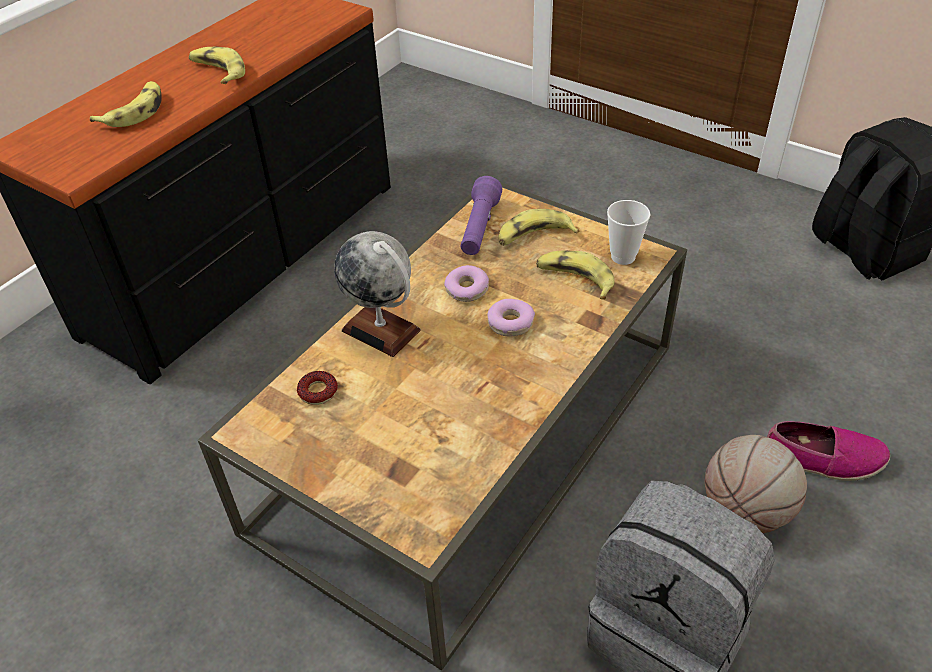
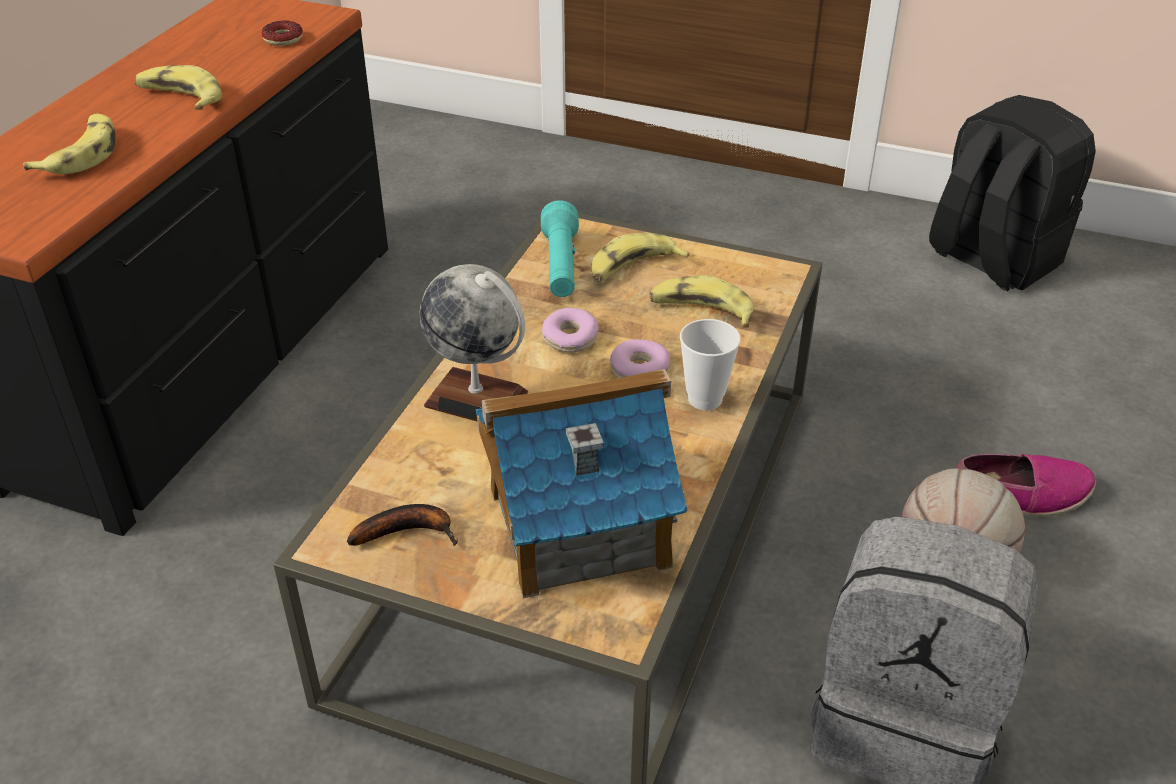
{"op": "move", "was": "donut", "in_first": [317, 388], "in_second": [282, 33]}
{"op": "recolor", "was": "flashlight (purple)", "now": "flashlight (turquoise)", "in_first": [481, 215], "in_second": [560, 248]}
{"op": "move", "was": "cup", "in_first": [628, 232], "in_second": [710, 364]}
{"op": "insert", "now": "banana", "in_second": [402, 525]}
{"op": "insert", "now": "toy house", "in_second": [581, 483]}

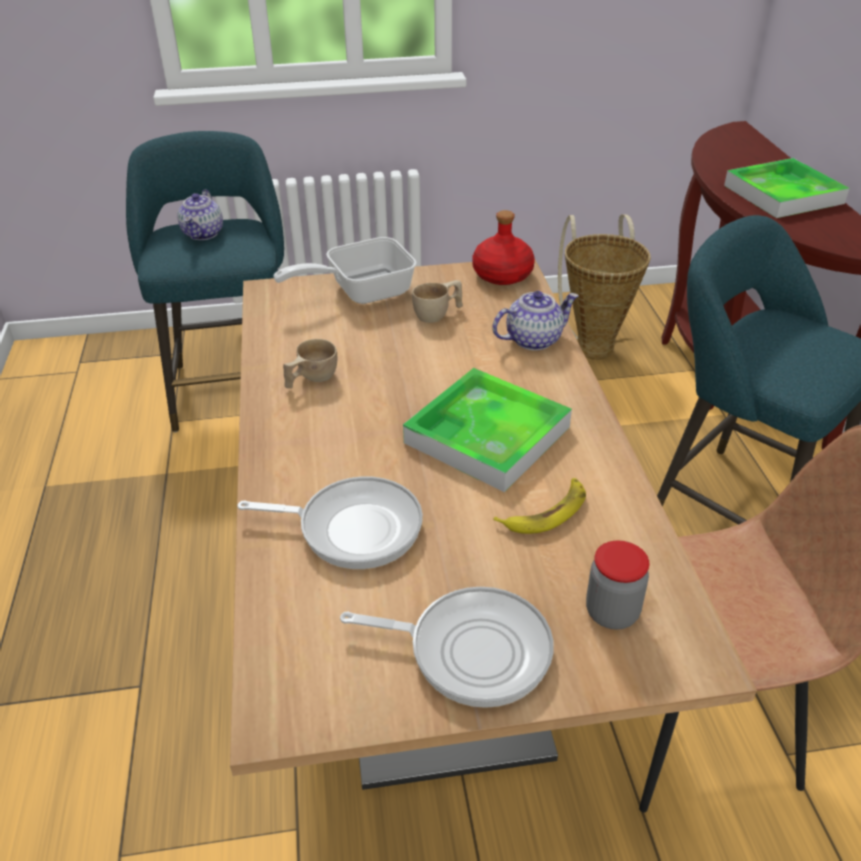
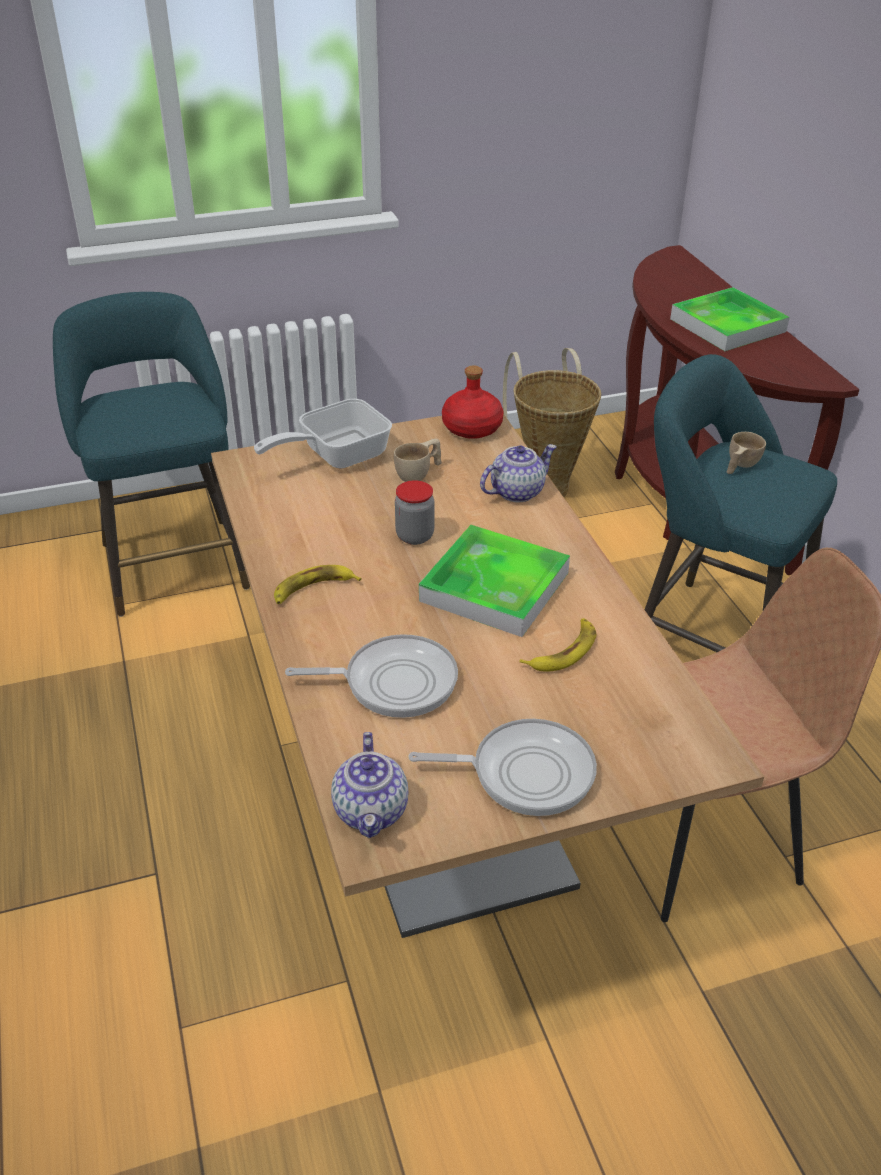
{"op": "move", "was": "teapot", "in_first": [200, 215], "in_second": [369, 785]}
{"op": "move", "was": "cup (beige)", "in_first": [310, 363], "in_second": [746, 453]}
{"op": "move", "was": "jar", "in_first": [618, 585], "in_second": [414, 512]}
{"op": "insert", "now": "banana", "in_second": [318, 584]}

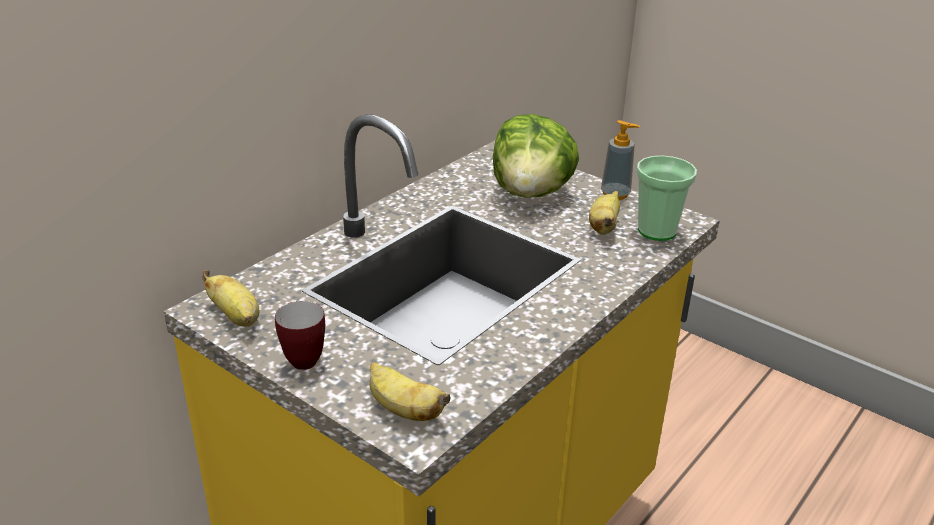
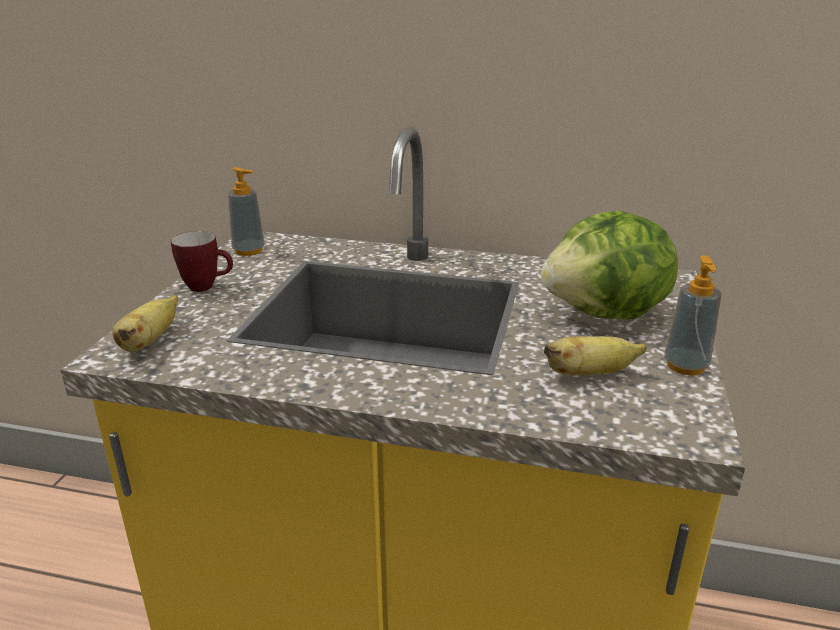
{"op": "replace", "was": "banana", "now": "soap dispenser", "in_first": [230, 298], "in_second": [246, 211]}
{"op": "delete", "was": "cup", "in_first": [666, 198]}

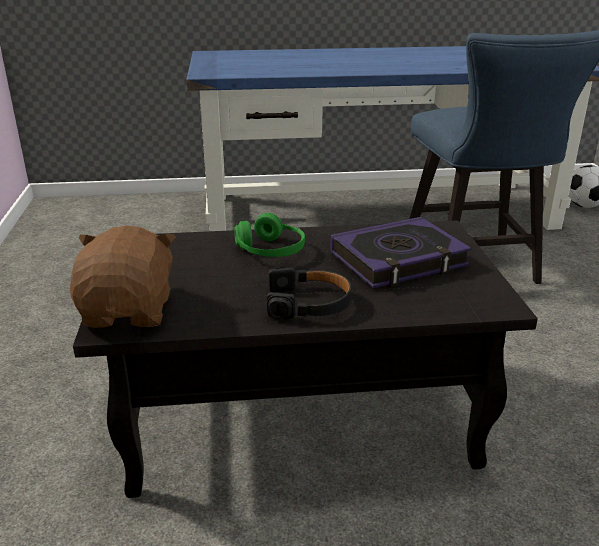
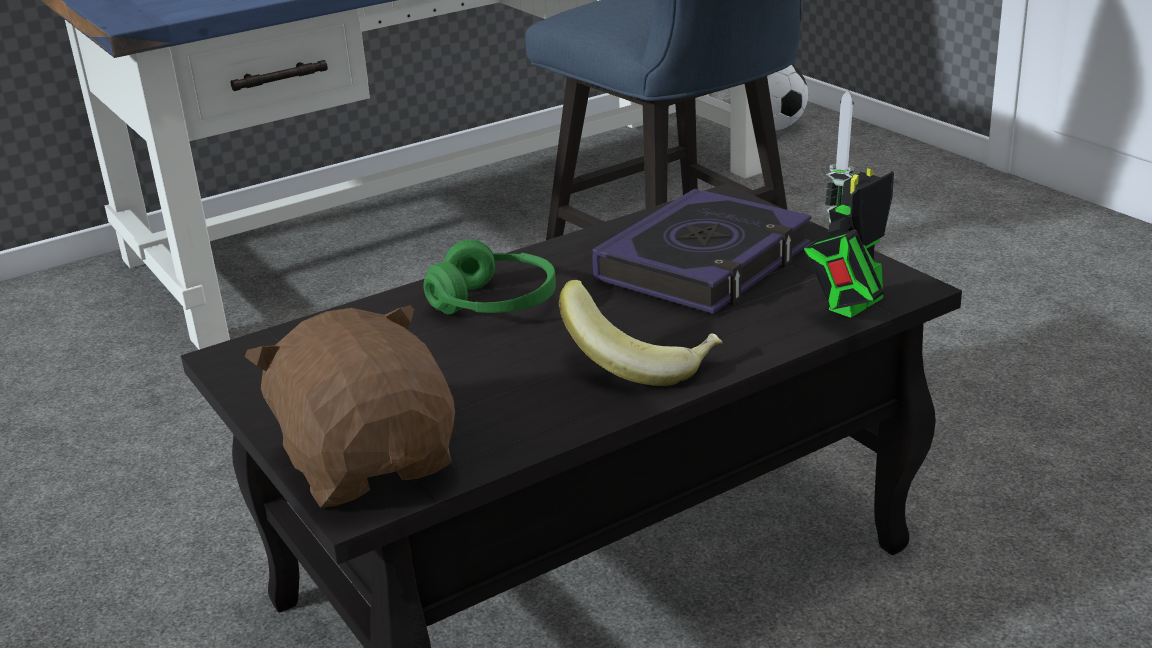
{"op": "replace", "was": "headphones (black)", "now": "banana", "in_first": [309, 293], "in_second": [640, 333]}
{"op": "insert", "now": "toy robot", "in_second": [849, 204]}

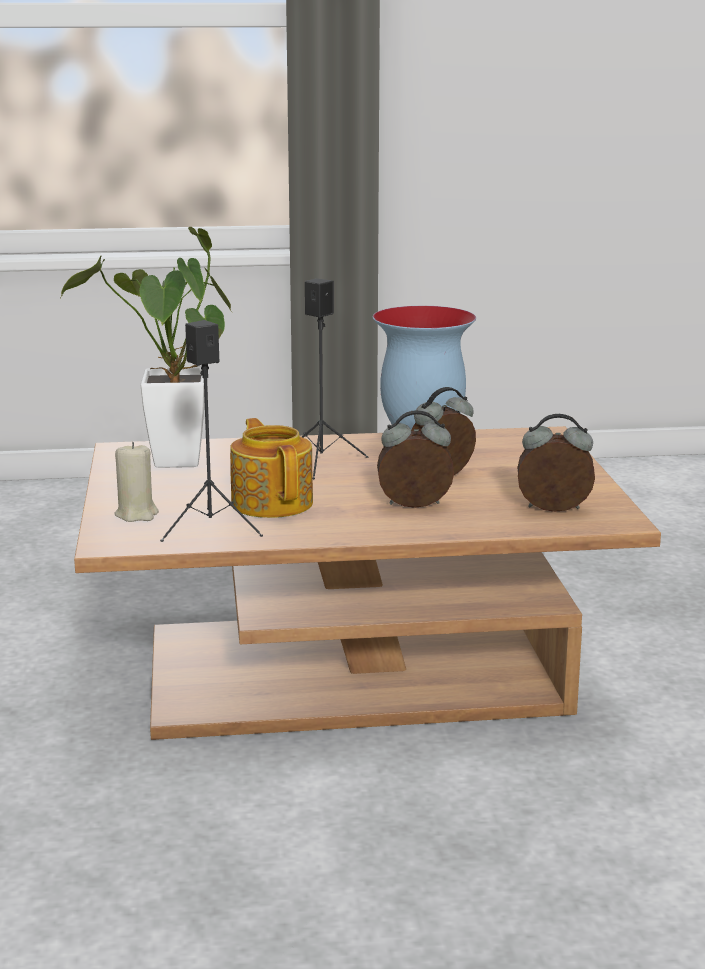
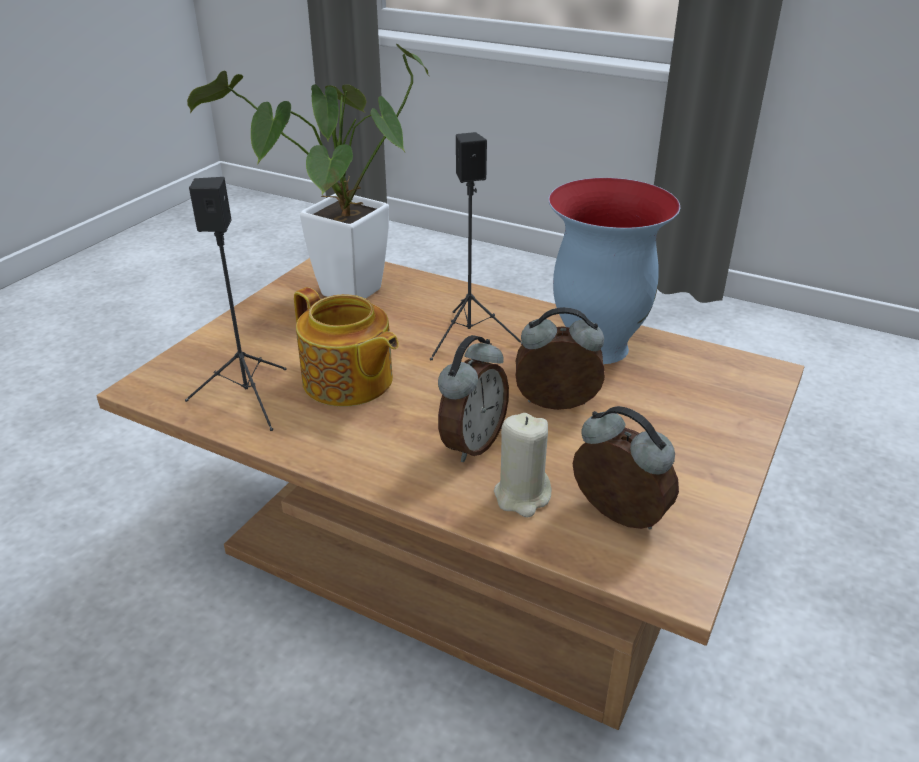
{"op": "move", "was": "candle (beige)", "in_first": [136, 482], "in_second": [522, 465]}
{"op": "rotate", "was": "teapot", "in_first": [271, 468], "in_second": [346, 346], "clockwise": 120}
{"op": "rotate", "was": "alarm clock", "in_first": [415, 459], "in_second": [473, 398], "clockwise": 90}

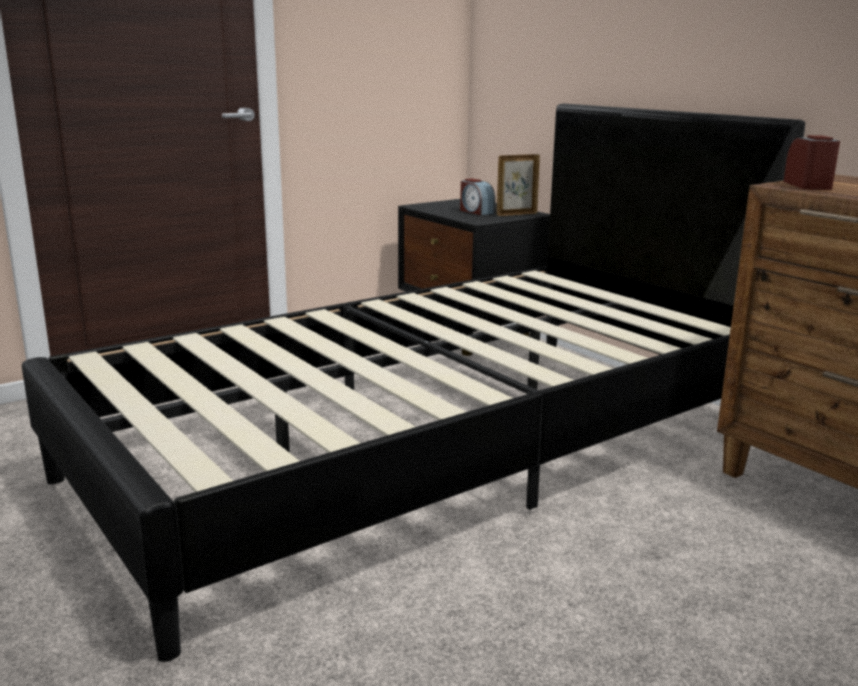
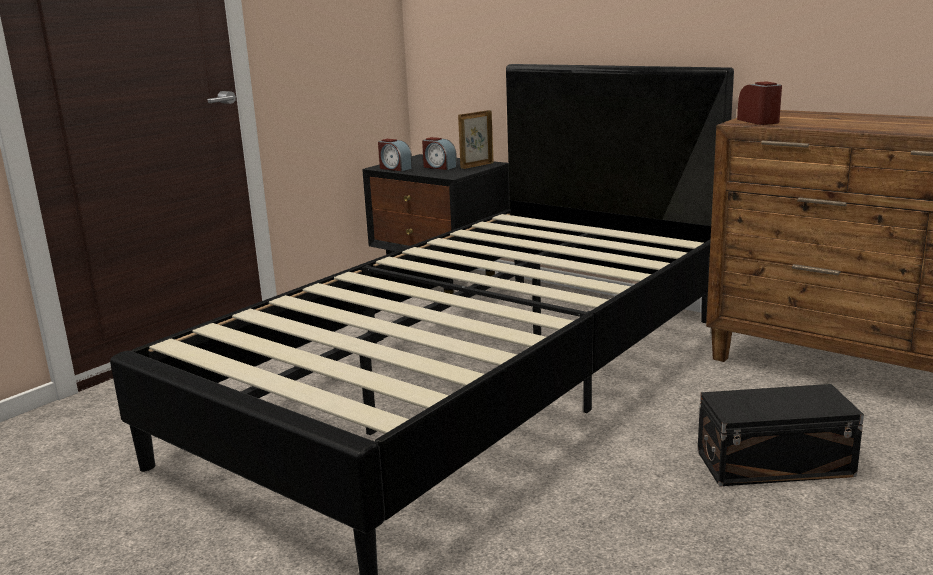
{"op": "insert", "now": "alarm clock", "in_second": [395, 155]}
{"op": "insert", "now": "storage box (black)", "in_second": [781, 435]}

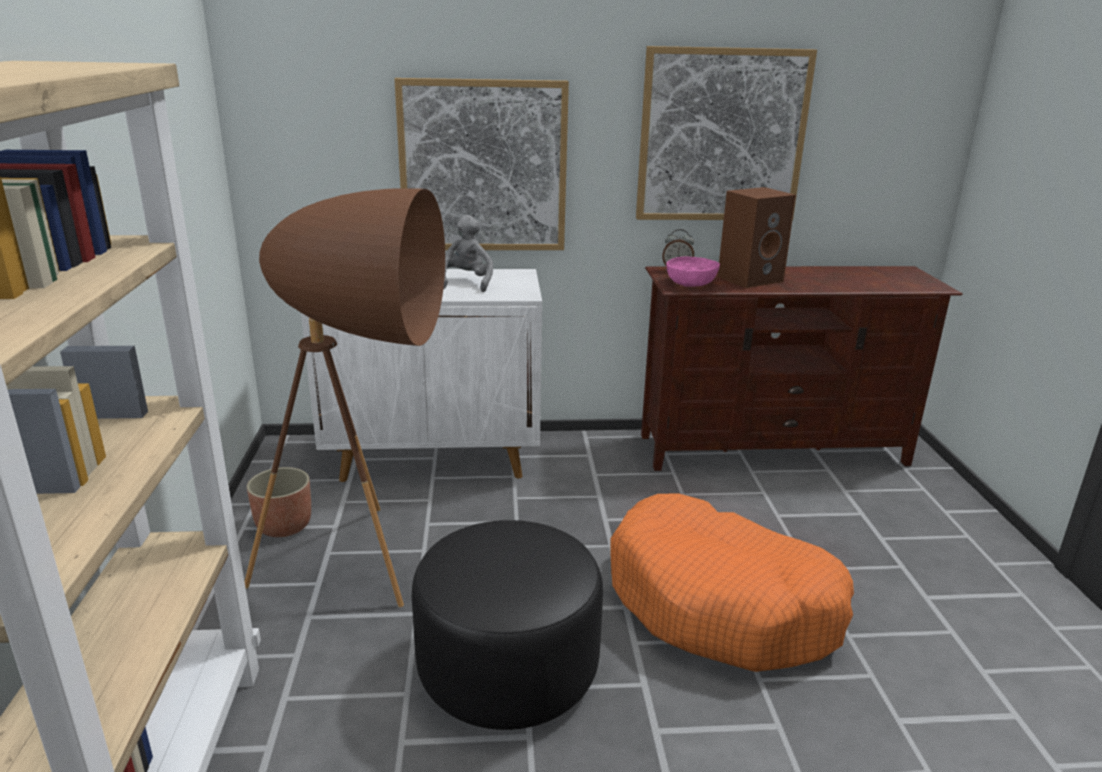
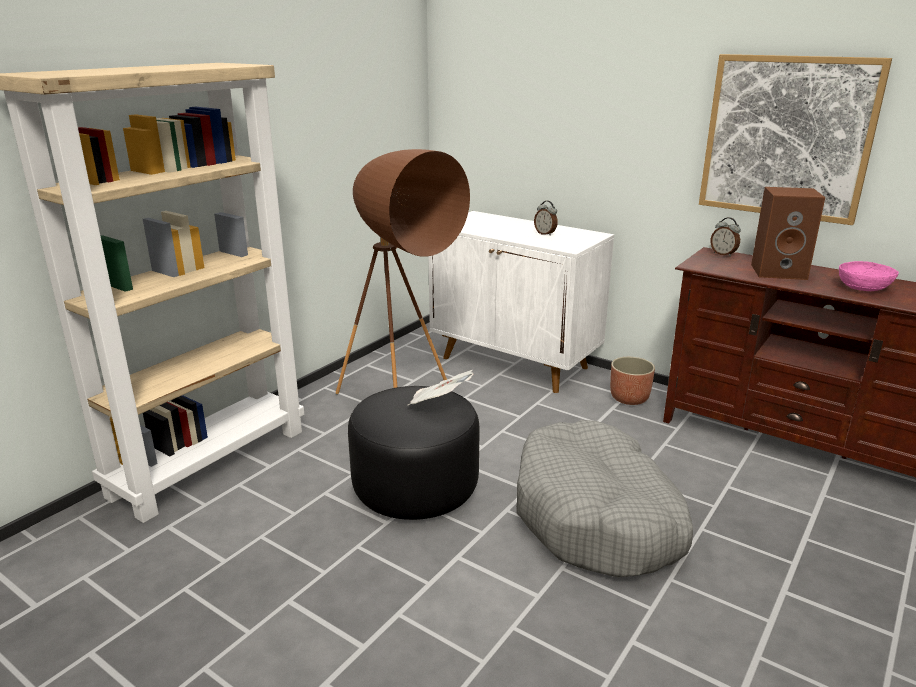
{"op": "move", "was": "planter", "in_first": [279, 502], "in_second": [632, 381]}
{"op": "delete", "was": "picture", "in_first": [481, 164]}
{"op": "replace", "was": "plush toy (grey)", "now": "alarm clock", "in_first": [468, 253], "in_second": [546, 218]}
{"op": "recolor", "was": "dog bed (orange)", "now": "dog bed (grey)", "in_first": [732, 582], "in_second": [604, 499]}
{"op": "move", "was": "bowl (pink)", "in_first": [693, 271], "in_second": [869, 276]}
{"op": "insert", "now": "newspaper", "in_second": [440, 388]}

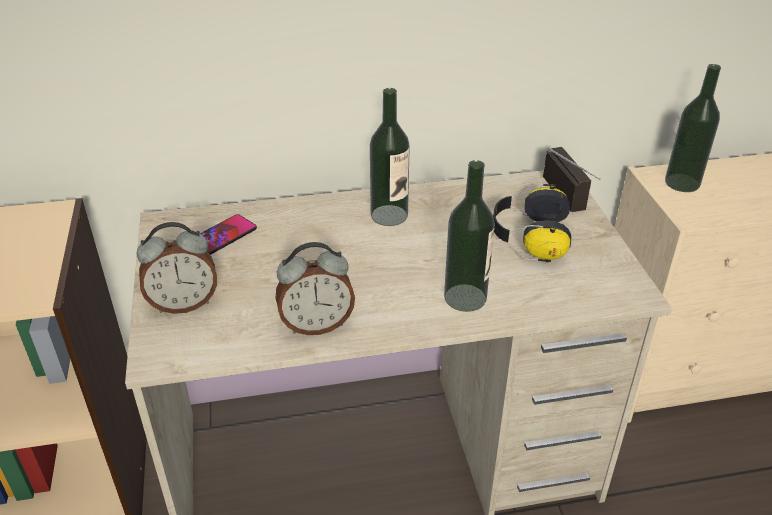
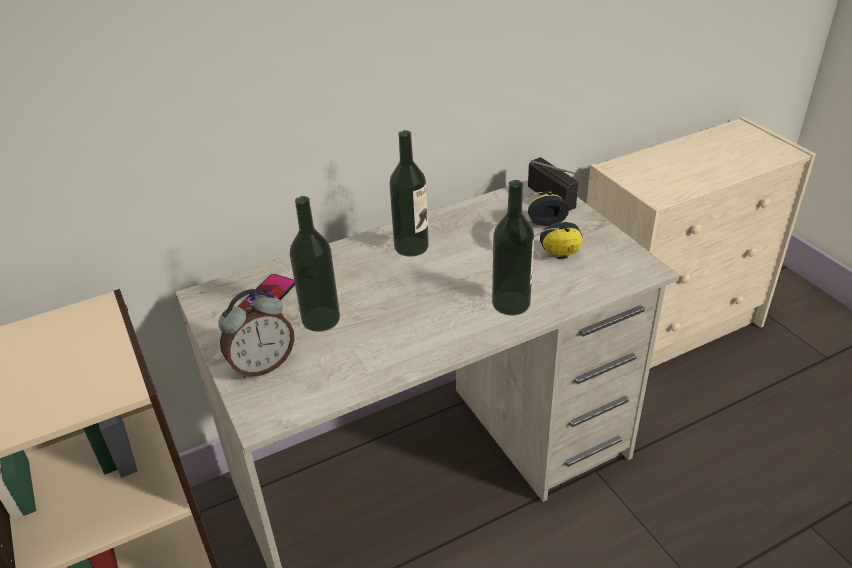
{"op": "delete", "was": "alarm clock", "in_first": [315, 288]}
{"op": "move", "was": "bottle", "in_first": [693, 128], "in_second": [315, 264]}

